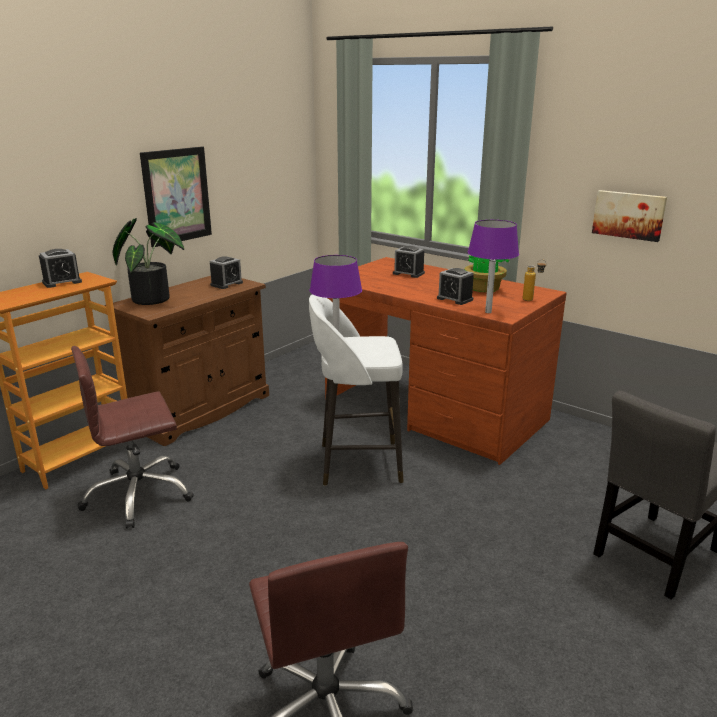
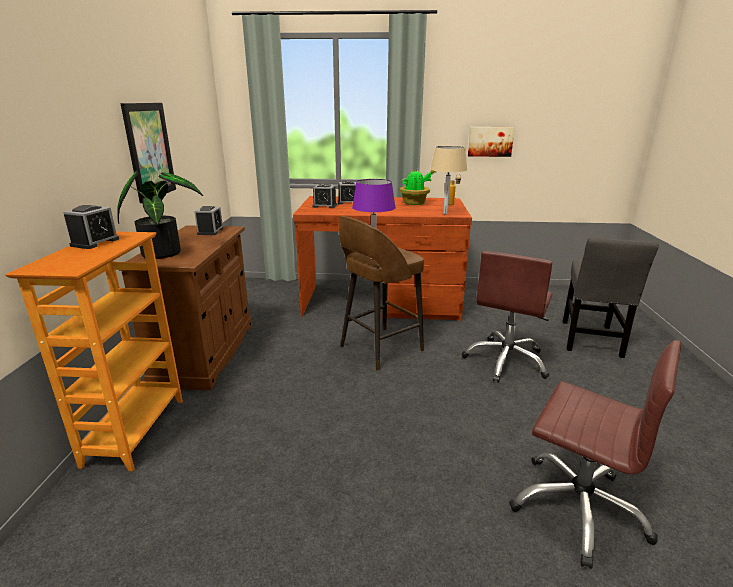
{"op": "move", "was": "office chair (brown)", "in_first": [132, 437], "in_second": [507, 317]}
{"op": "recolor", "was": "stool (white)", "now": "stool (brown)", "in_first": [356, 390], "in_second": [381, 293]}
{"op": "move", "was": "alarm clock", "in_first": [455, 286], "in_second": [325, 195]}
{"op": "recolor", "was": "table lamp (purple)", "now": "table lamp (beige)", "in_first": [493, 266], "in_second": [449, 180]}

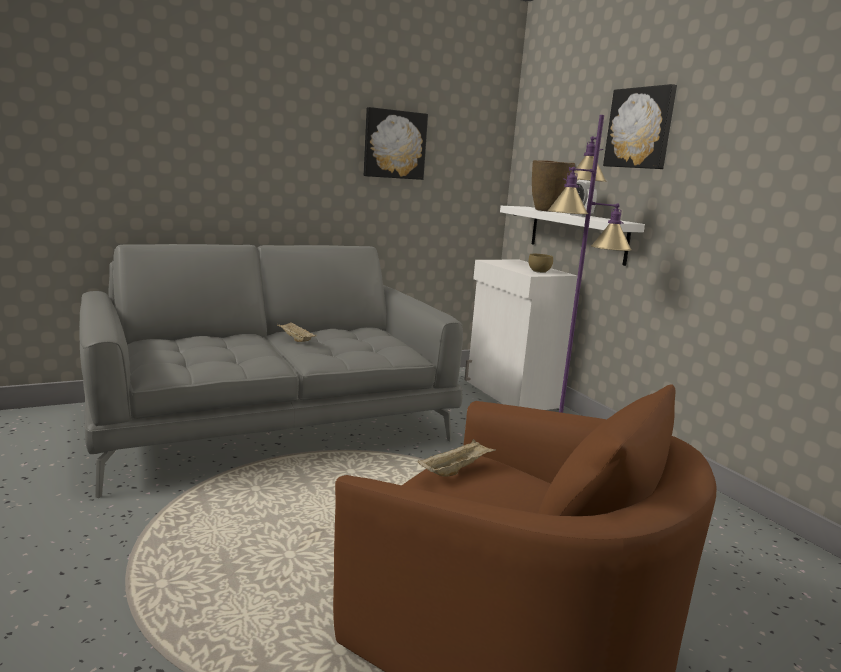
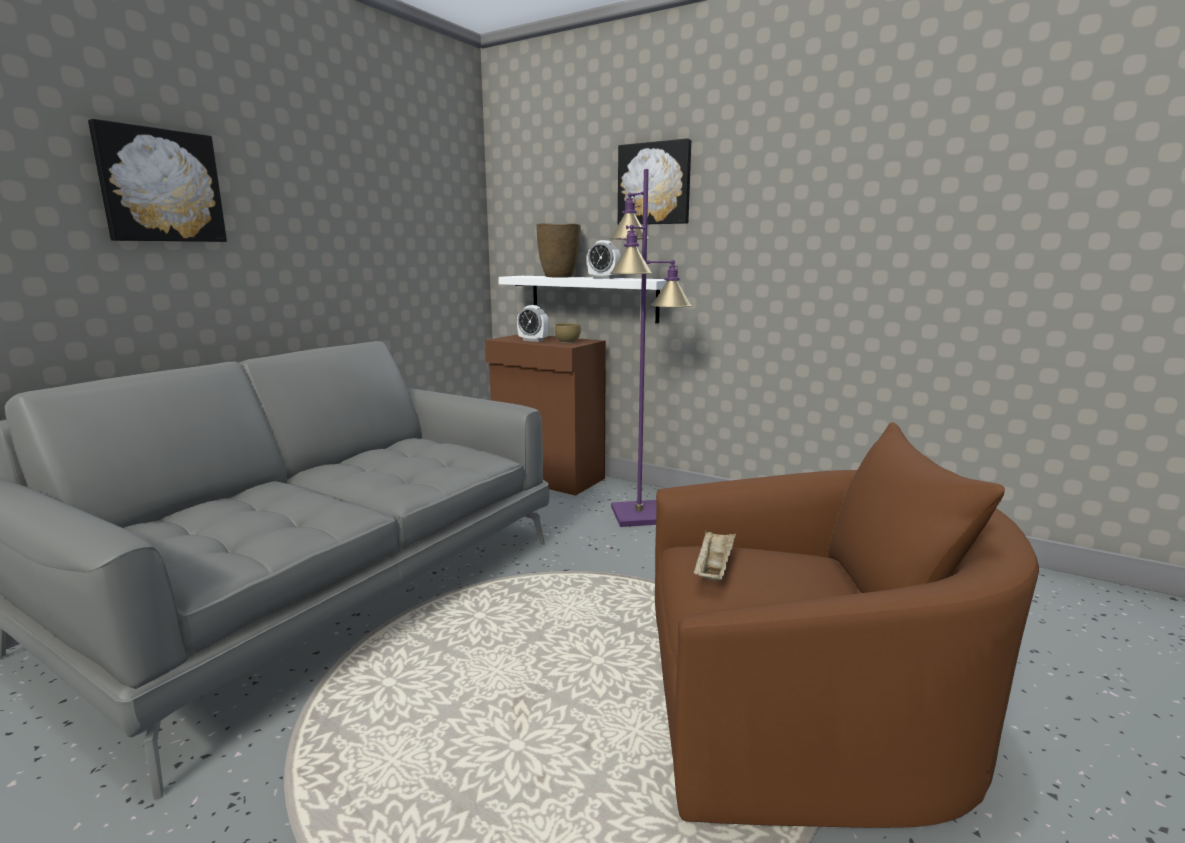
{"op": "delete", "was": "tray (beige)", "in_first": [297, 332]}
{"op": "move", "was": "picture", "in_first": [396, 143], "in_second": [157, 180]}
{"op": "recolor", "was": "cabinet (white)", "now": "cabinet (brown)", "in_first": [521, 335], "in_second": [545, 415]}
{"op": "insert", "now": "alarm clock", "in_second": [533, 323]}

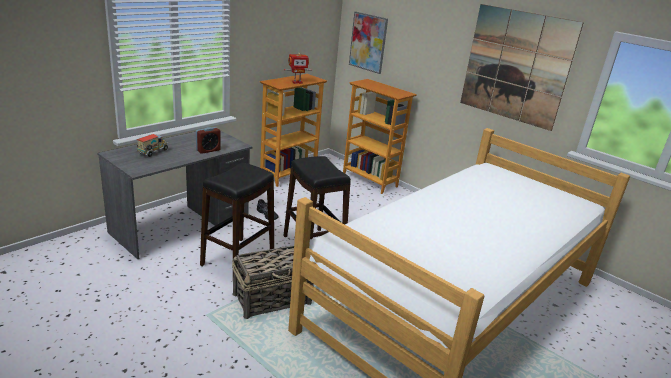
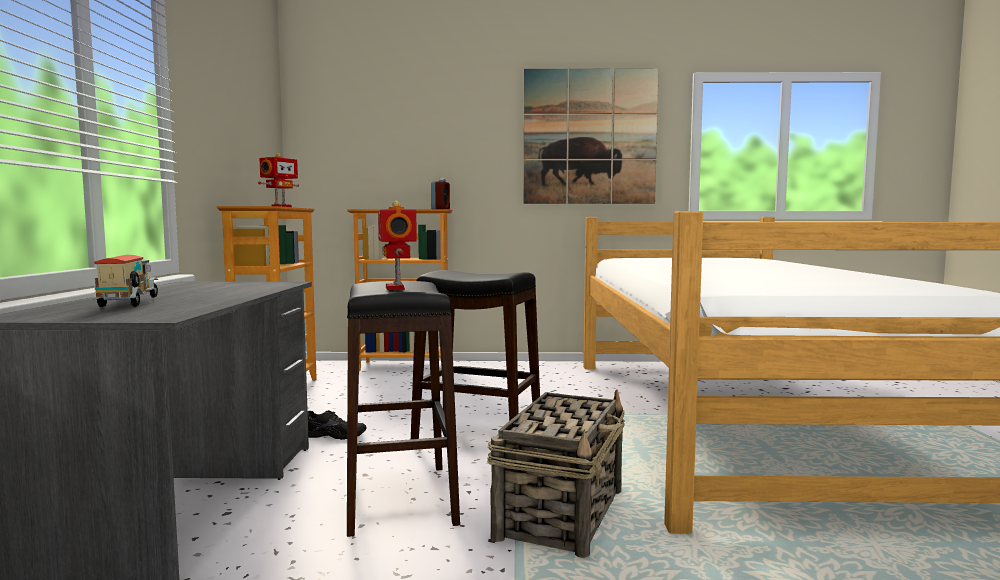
{"op": "move", "was": "alarm clock", "in_first": [208, 140], "in_second": [440, 194]}
{"op": "delete", "was": "picture", "in_first": [368, 43]}
{"op": "insert", "now": "toy robot", "in_second": [397, 245]}

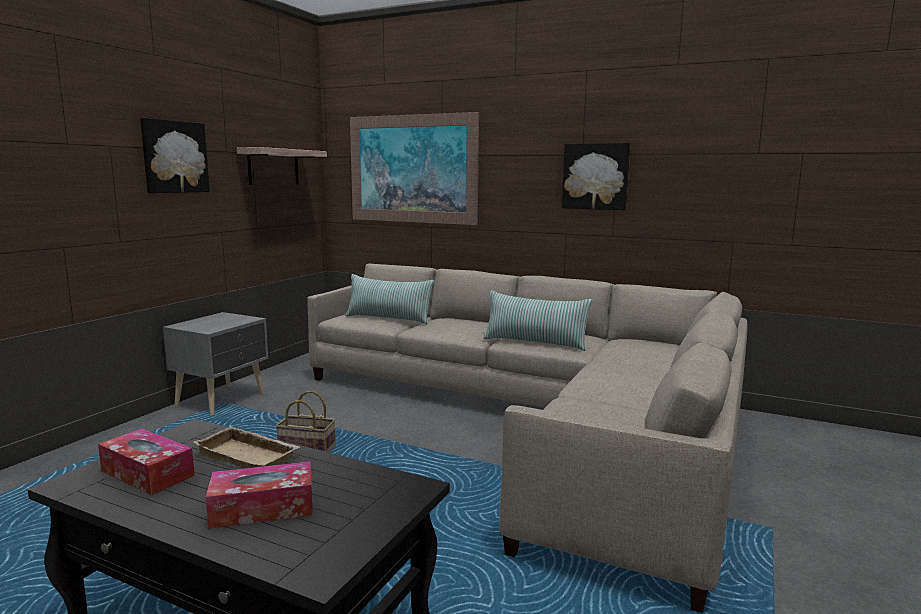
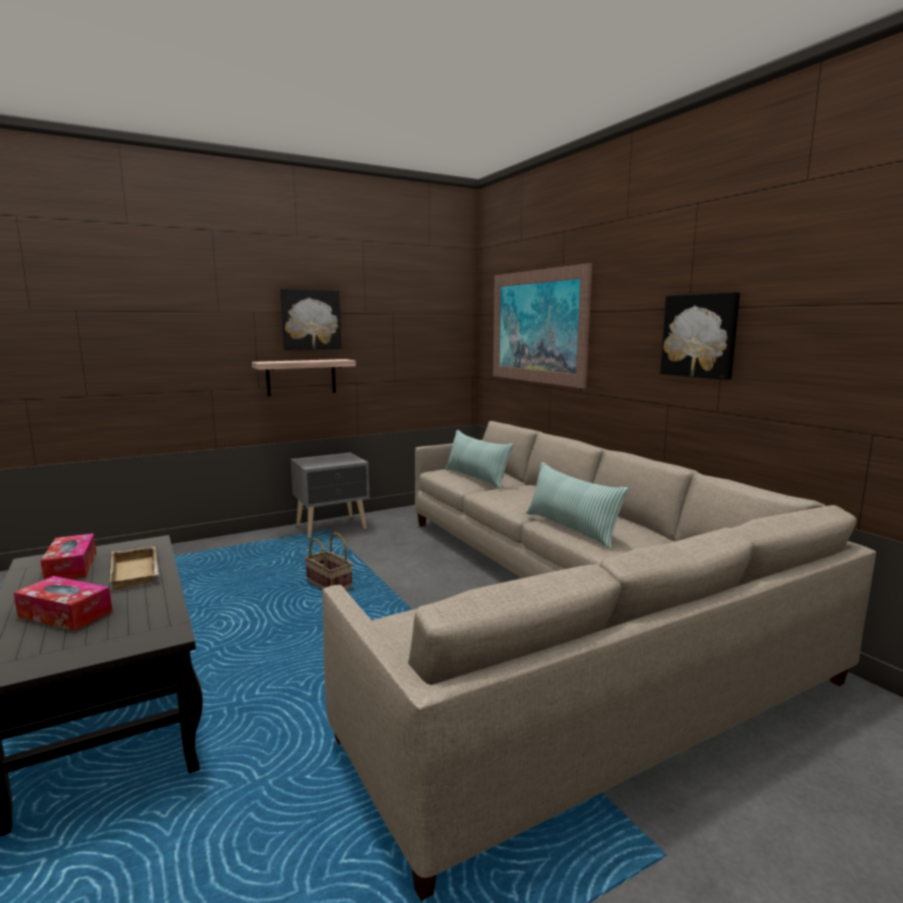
{"op": "move", "was": "shelf", "in_first": [282, 166], "in_second": [304, 377]}

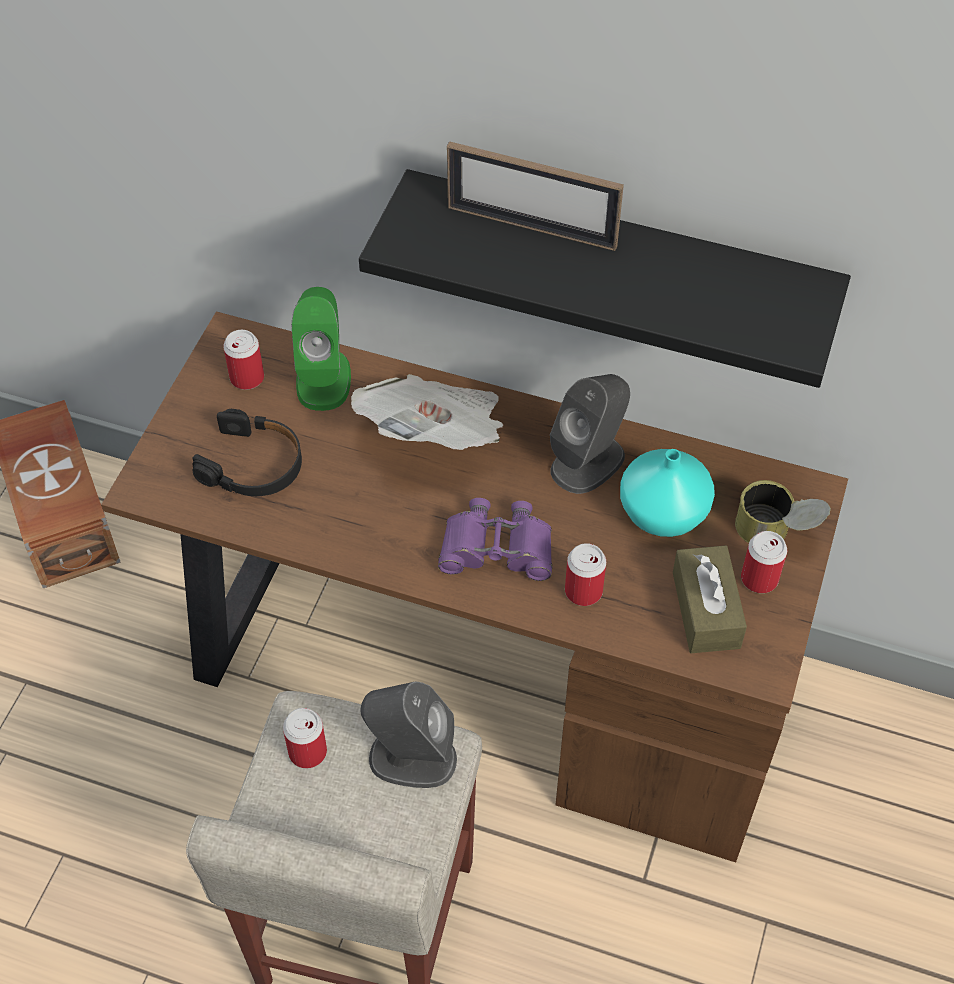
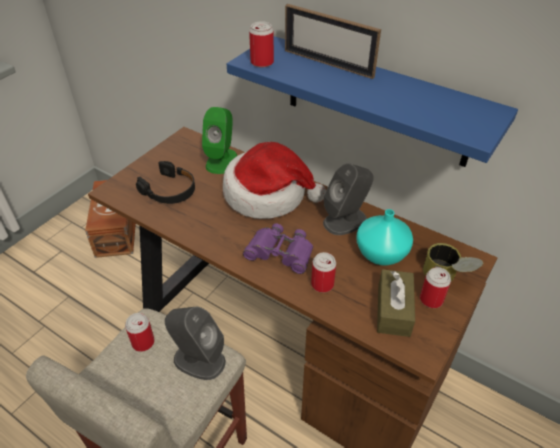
{"op": "move", "was": "can", "in_first": [243, 360], "in_second": [261, 44]}
{"op": "replace", "was": "newspaper", "now": "hat", "in_first": [427, 412], "in_second": [274, 180]}
{"op": "recolor", "was": "shelf (black)", "now": "shelf (blue)", "in_first": [605, 278], "in_second": [372, 101]}

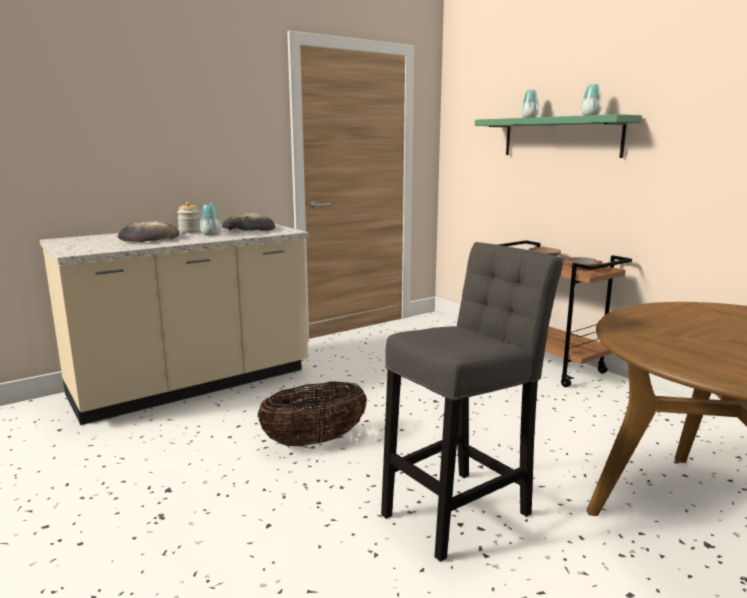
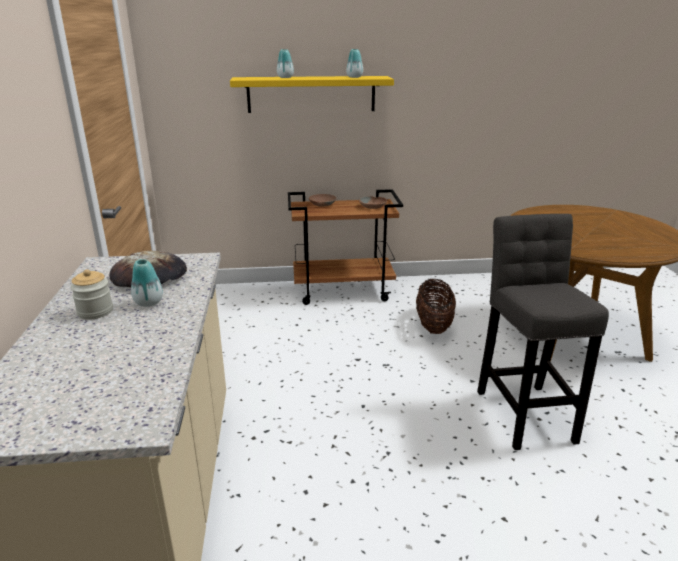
{"op": "delete", "was": "bread", "in_first": [148, 231]}
{"op": "move", "was": "basket", "in_first": [312, 413], "in_second": [436, 306]}
{"op": "recolor", "was": "shelf (green)", "now": "shelf (yellow)", "in_first": [558, 136], "in_second": [312, 94]}

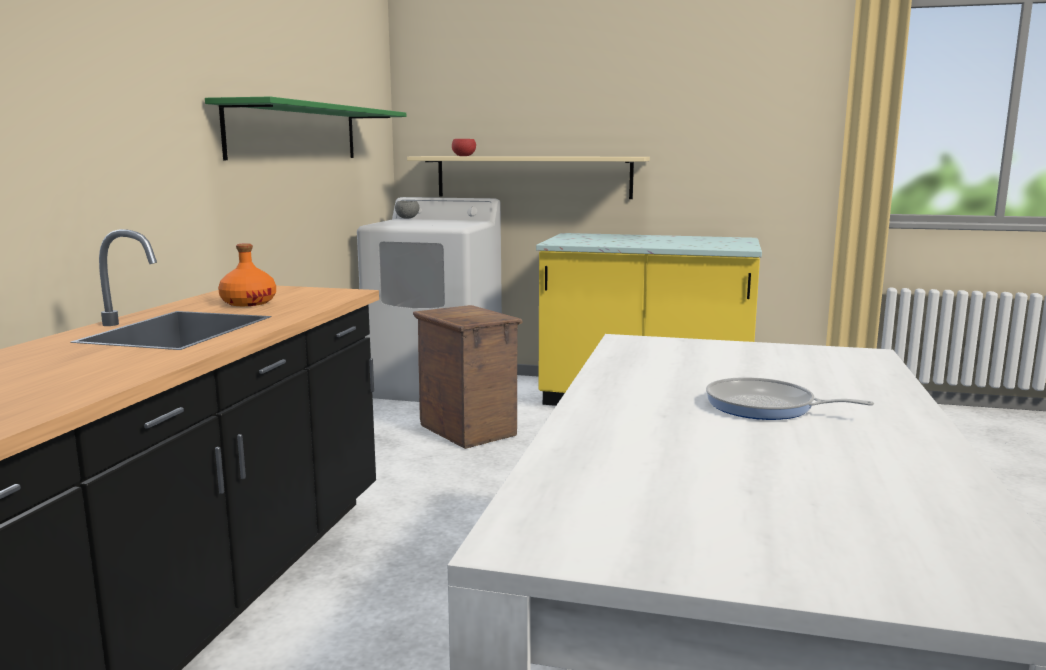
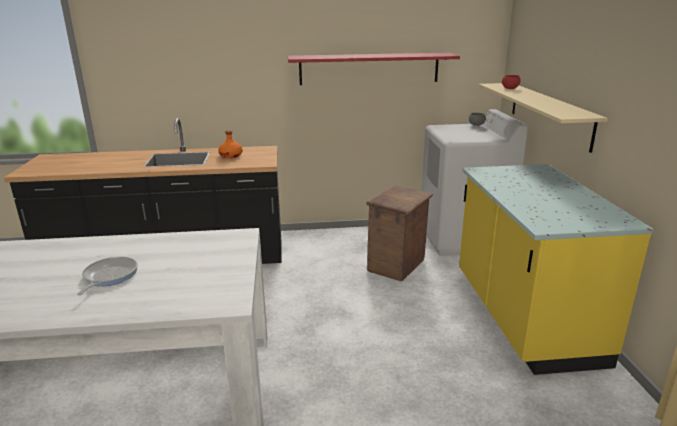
{"op": "recolor", "was": "shelf (green)", "now": "shelf (red)", "in_first": [305, 128], "in_second": [374, 69]}

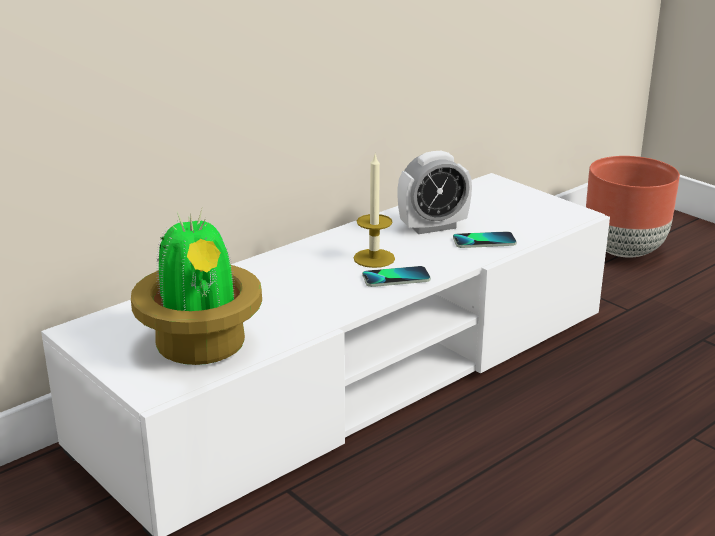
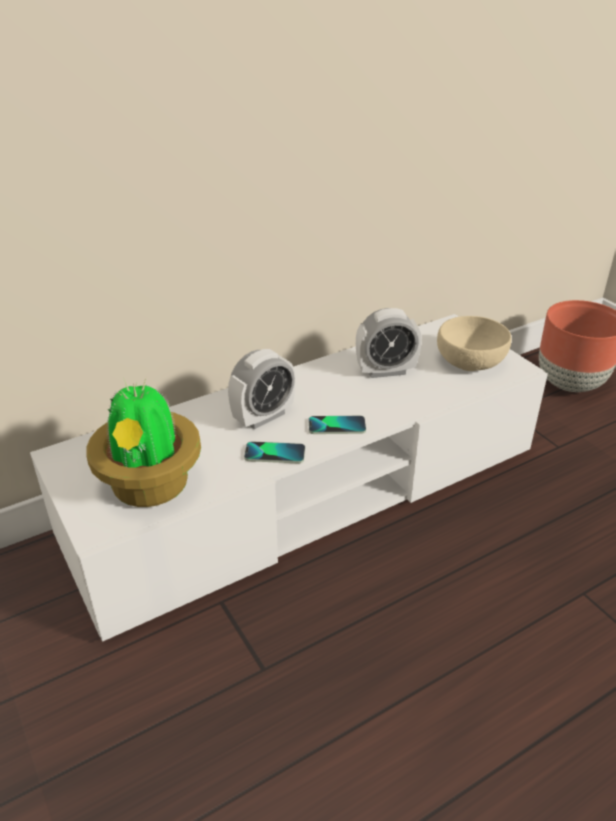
{"op": "delete", "was": "candle", "in_first": [374, 211]}
{"op": "move", "was": "phone", "in_first": [485, 239], "in_second": [274, 452]}
{"op": "insert", "now": "alarm clock", "in_second": [262, 389]}
{"op": "insert", "now": "bowl (beige)", "in_second": [474, 343]}

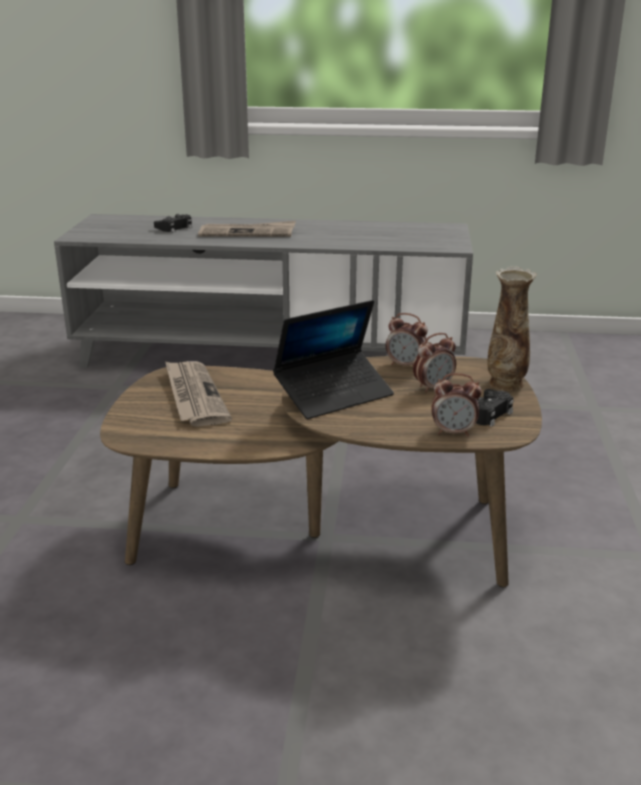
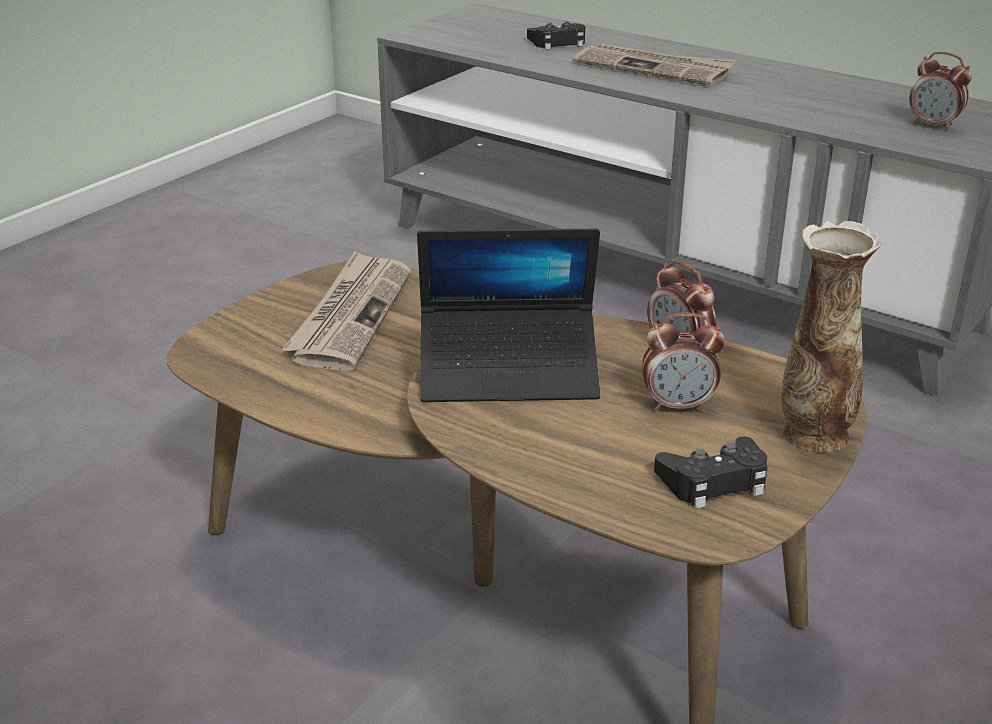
{"op": "move", "was": "alarm clock", "in_first": [456, 404], "in_second": [941, 91]}

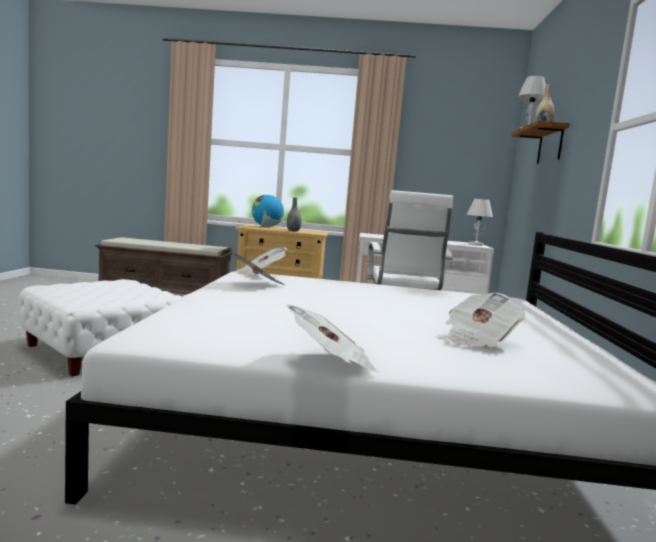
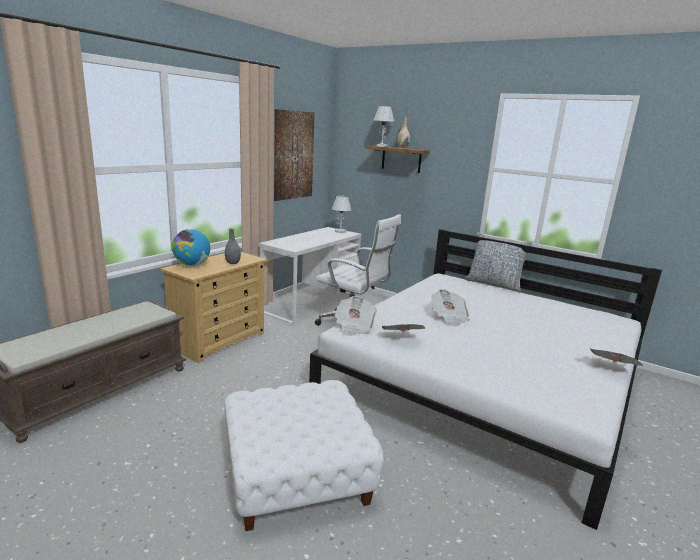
{"op": "move", "was": "newspaper", "in_first": [485, 320], "in_second": [450, 308]}
{"op": "insert", "now": "picture", "in_second": [294, 155]}
{"op": "insert", "now": "pillow", "in_second": [498, 262]}

